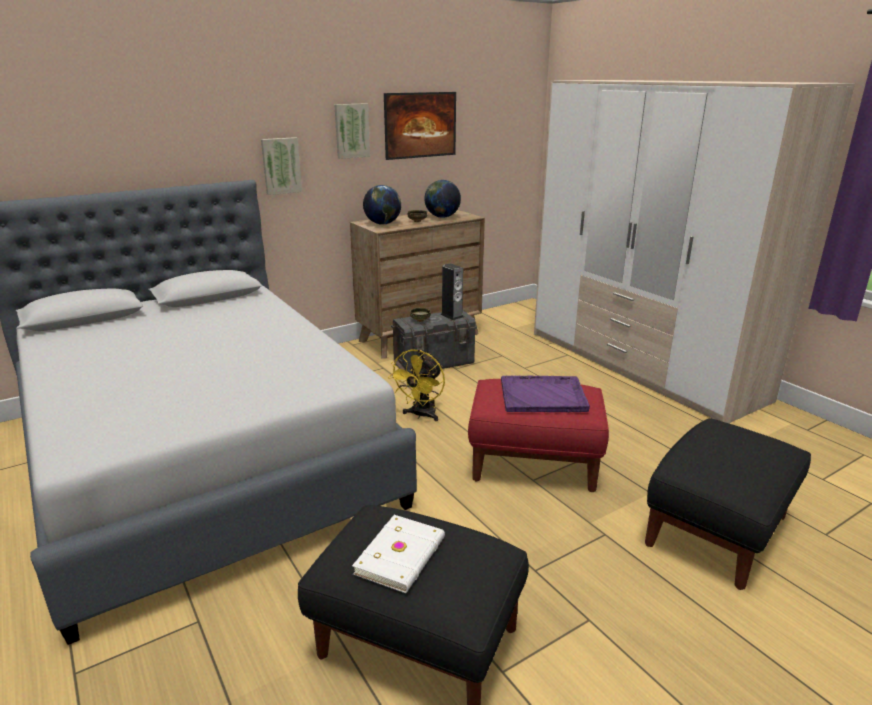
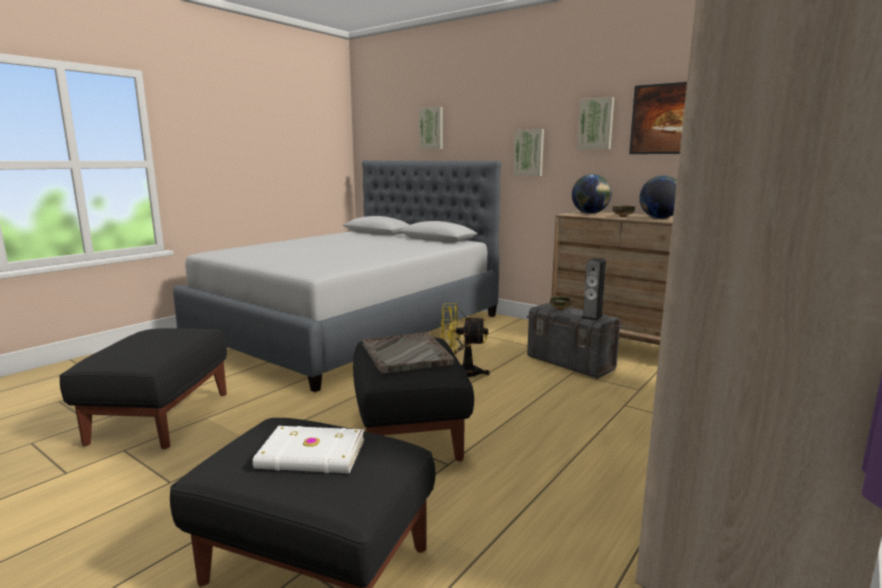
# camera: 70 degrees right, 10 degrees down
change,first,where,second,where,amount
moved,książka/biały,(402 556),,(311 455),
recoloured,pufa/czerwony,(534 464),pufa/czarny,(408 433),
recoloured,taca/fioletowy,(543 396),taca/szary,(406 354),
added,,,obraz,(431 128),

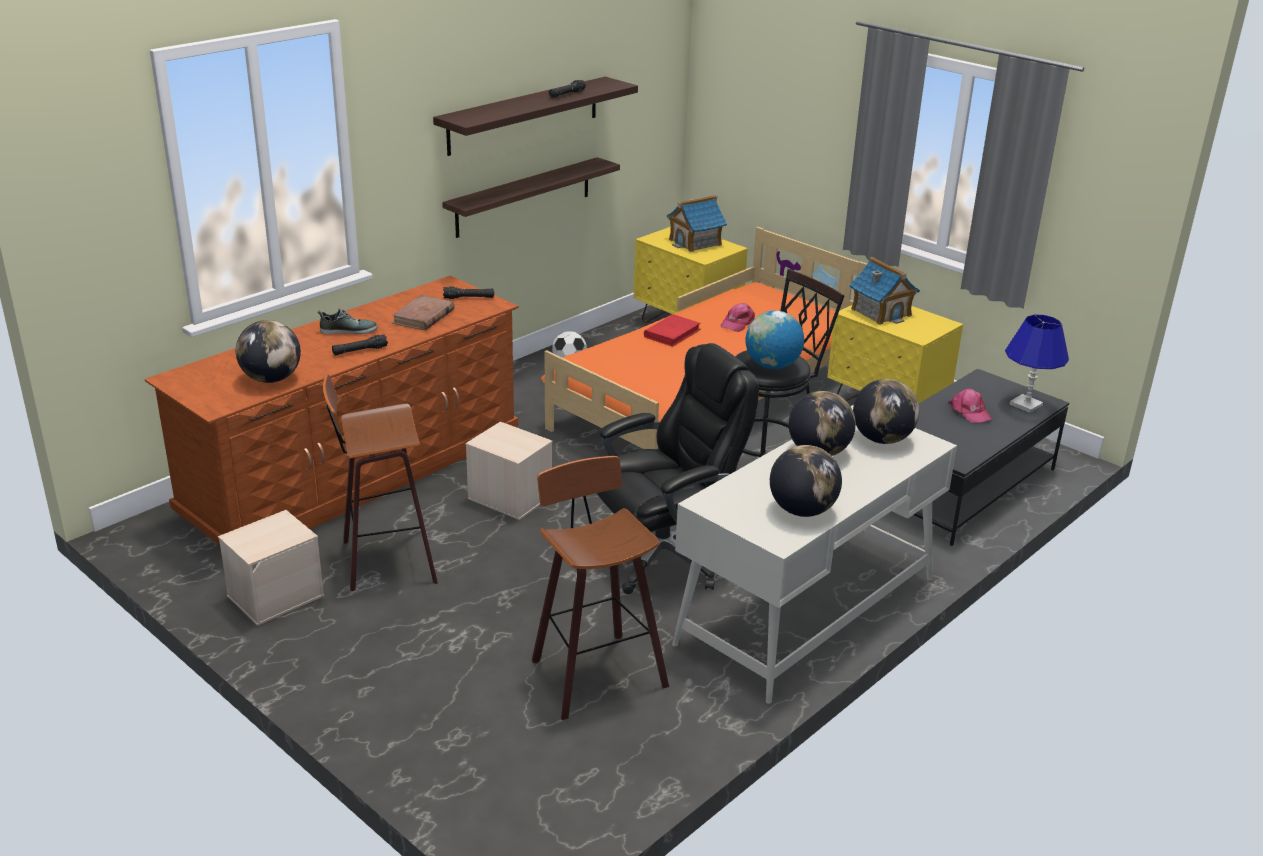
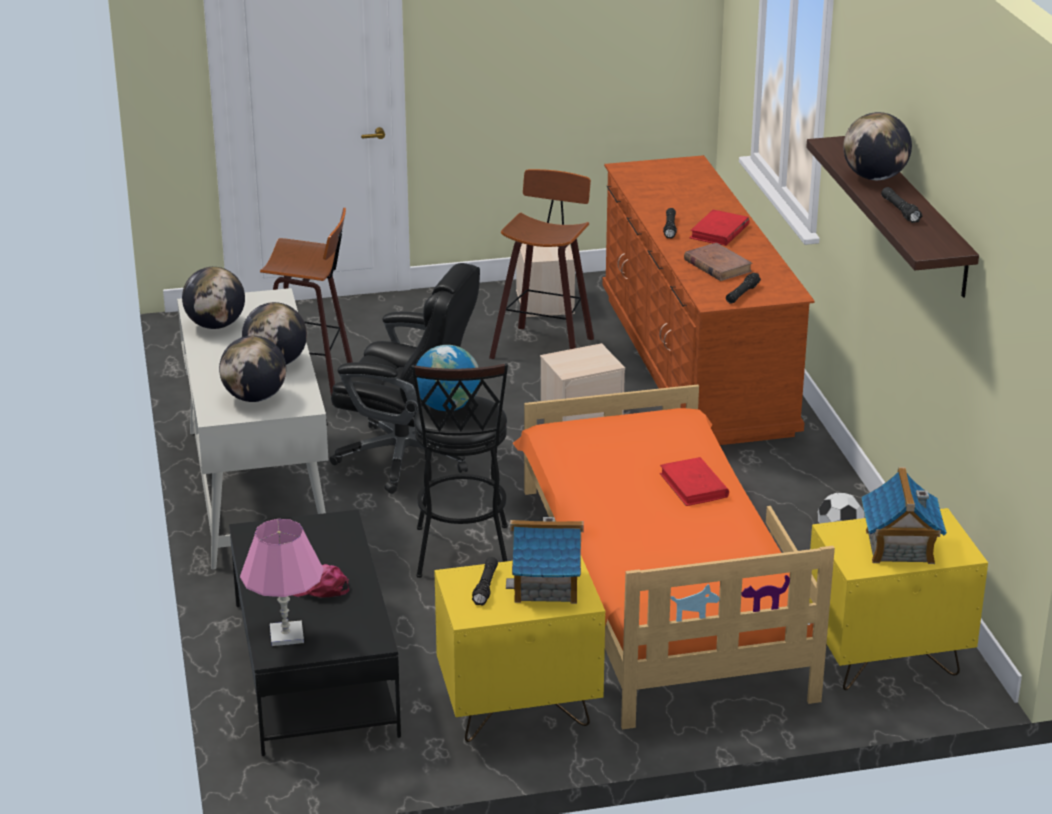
# camera: 125 degrees right, 0 degrees up
change,first,where,second,where,amount
recoloured,lampa stołowa/niebieski,(1026 405),lampa stołowa/różowy,(286 635),
turned,krzesło biurowe/czarny,(665 556),,(407 458),75 degrees counterclockwise
added,,,latarka/czarny,(485 586),
replaced,but,(348 330),książka/czerwony,(719 232),
moved,globus,(271 379),,(874 177),
removed,półka,(524 197),,,
removed,czapka z daszkiem/różowy,(737 323),,,

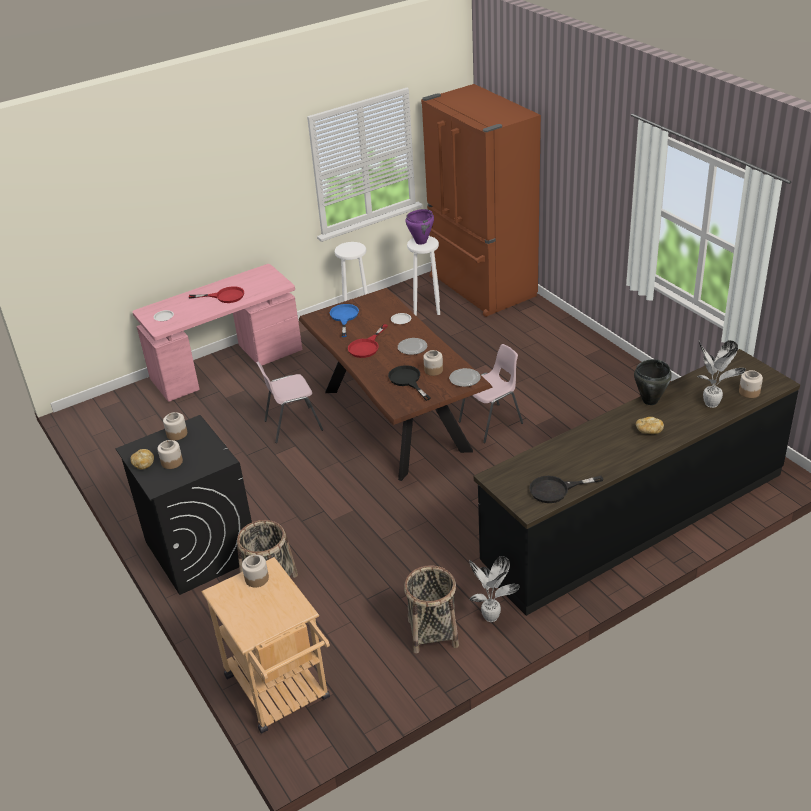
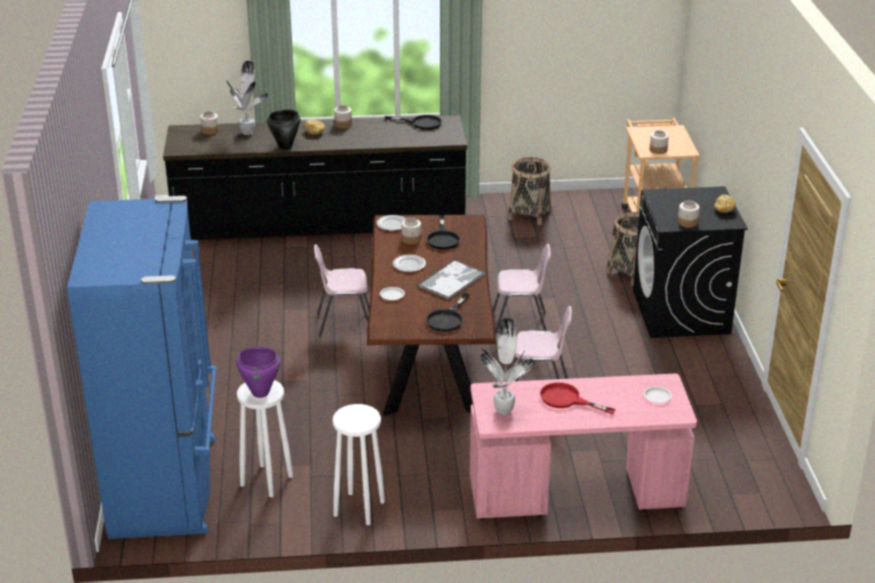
# camera: 155 degrees left, 5 degrees down
change,first,where,second,where,amount
recoloured,lodówka/brązowy,(480 287),lodówka/niebieski,(167 486),
moved,słoik,(172 462),,(343 124),
replaced,patelnia/czerwony,(366 346),taca,(451 280),
recoloured,patelnia/niebieski,(344 317),patelnia/czarny,(447 318),
moved,roślina doniczkowa,(491 618),,(504 409),
added,,,krzesło/różowy,(520 325),

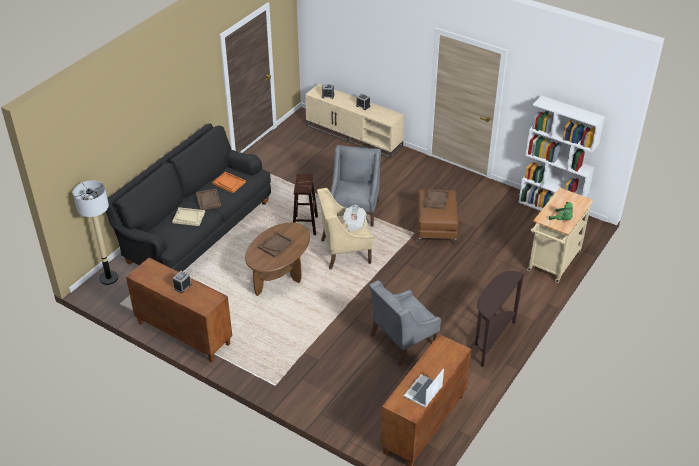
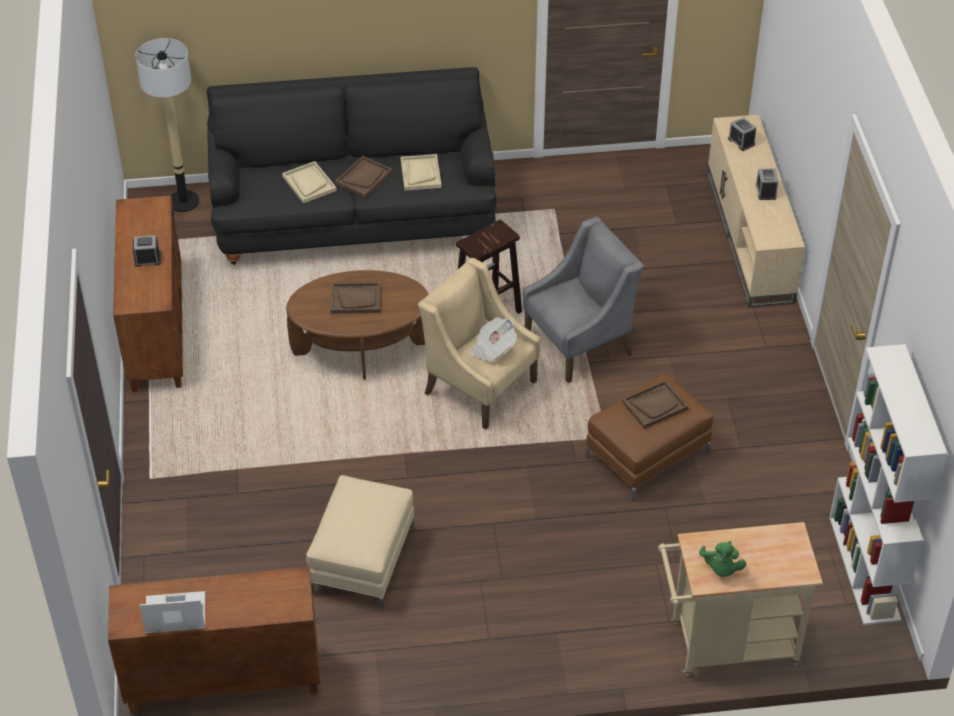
# camera: 50 degrees right, 5 degrees up
change,first,where,second,where,amount
replaced,fotel/szary,(402 341),pufa/beżowy,(362 559),
recoloured,taca/pomarańczowy,(229 183),taca/beżowy,(420 173),
removed,stolik konsolowy/brązowy,(490 340),,,

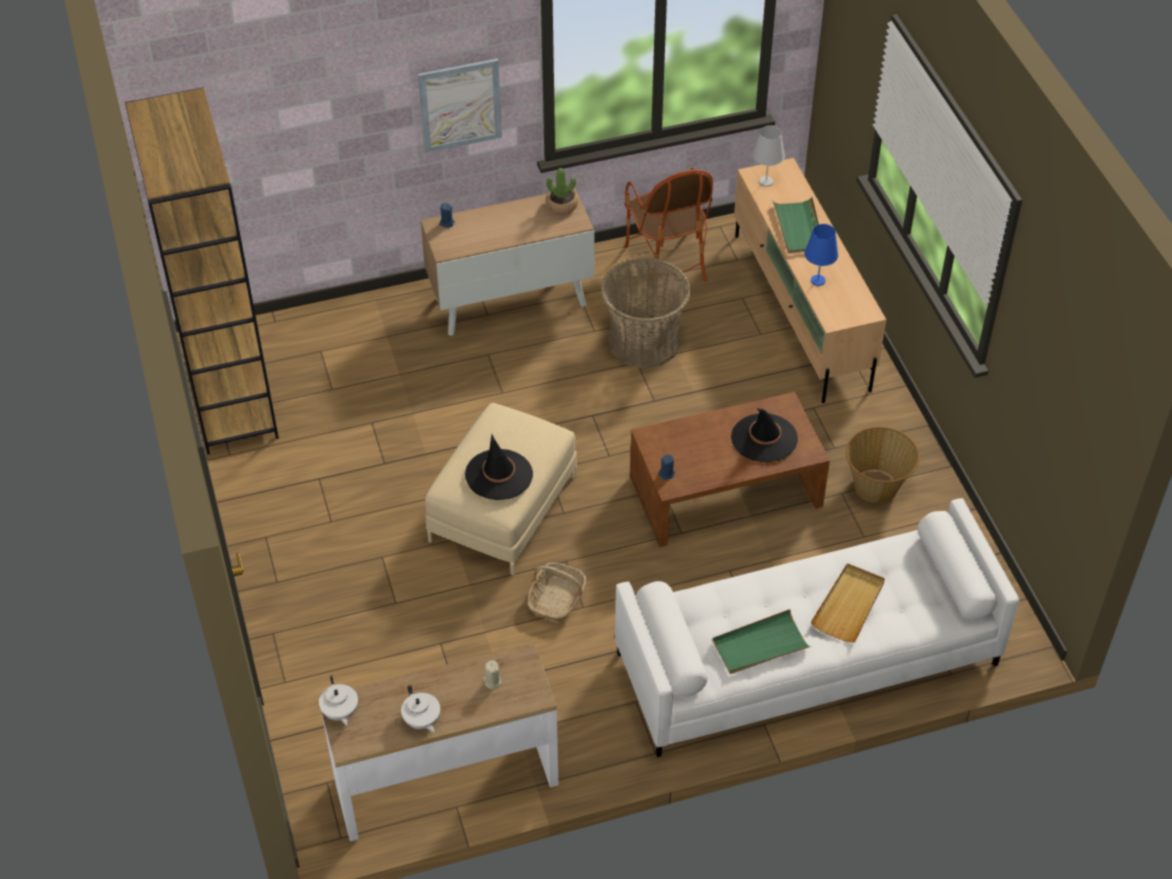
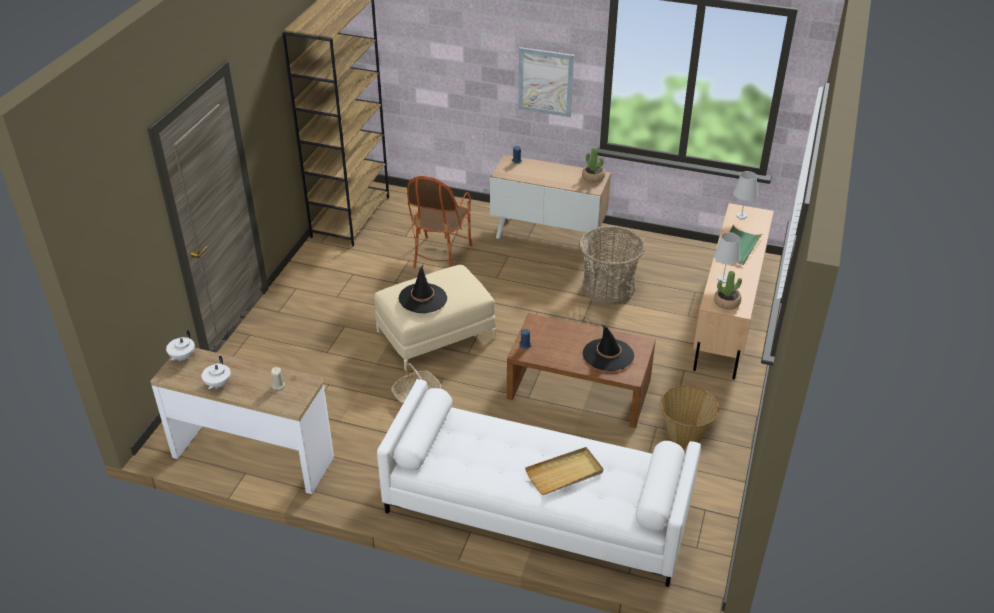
# camera: 35 degrees right, 10 degrees down
change,first,where,second,where,amount
moved,fotel,(667 261),,(440 255),
recoloured,lampa stołowa/niebieski,(818 280),lampa stołowa/biały,(723 279),
added,,,roślina doniczkowa,(727 302),
removed,taca/zielony,(760 645),,,

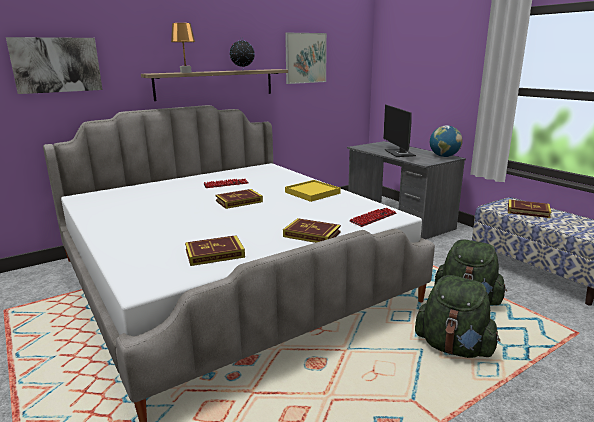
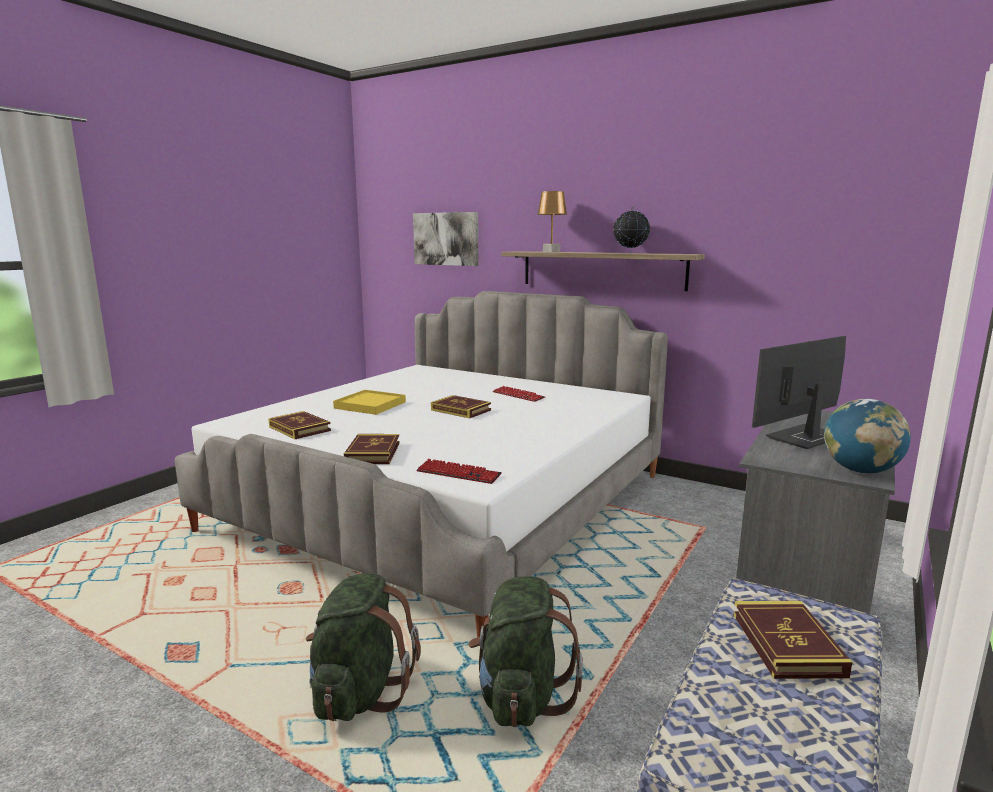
# camera: 65 degrees right, 5 degrees down
change,first,where,second,where,amount
moved,taca/żółty,(312 193),,(370 405),
removed,obraz,(305 58),,,

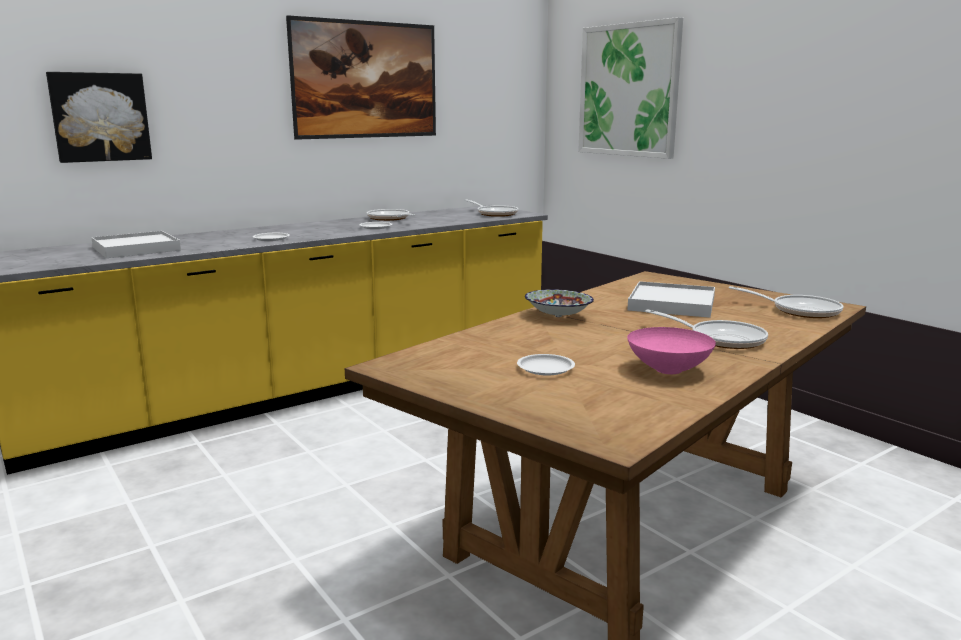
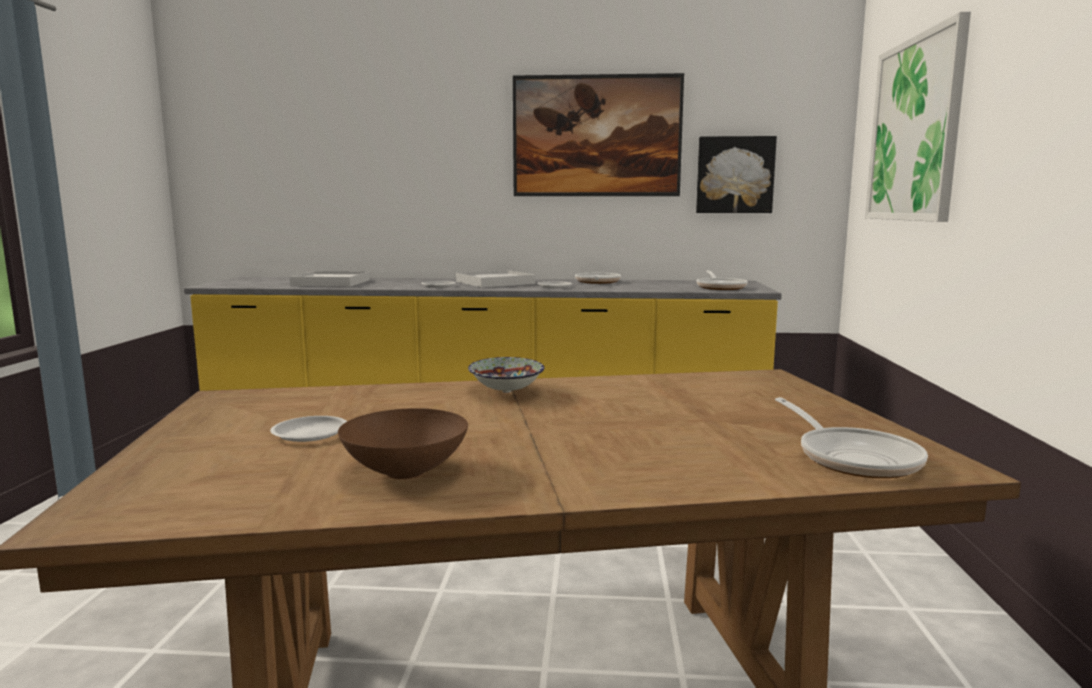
# camera: 40 degrees right, 5 degrees down
change,first,where,second,where,amount
recoloured,miska/różowy,(668 370),miska/brązowy,(404 472),
moved,taca/biały,(672 304),,(495 283),
moved,obraz,(100 117),,(734 175),
removed,patelnia,(721 339),,,

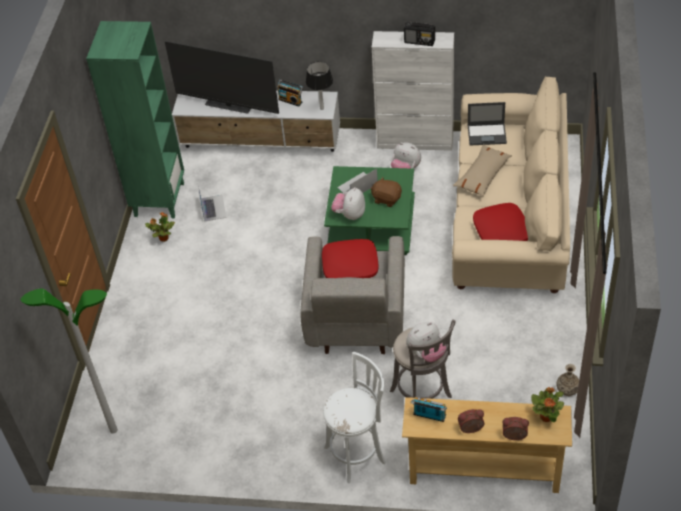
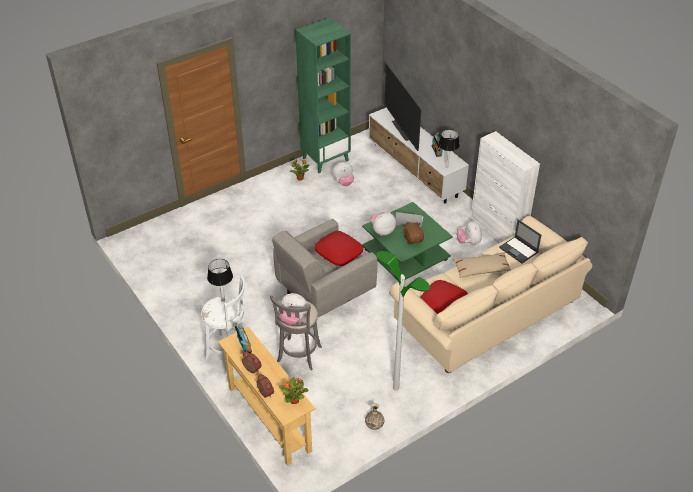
# camera: 45 degrees right, 5 degrees down
change,first,where,second,where,amount
added,,,lampa stołowa,(223 299),
replaced,laptop,(213 208),pluszak,(343 183),
moved,lampa stojąca,(113 430),,(395 388),
removed,radio,(420 41),,,

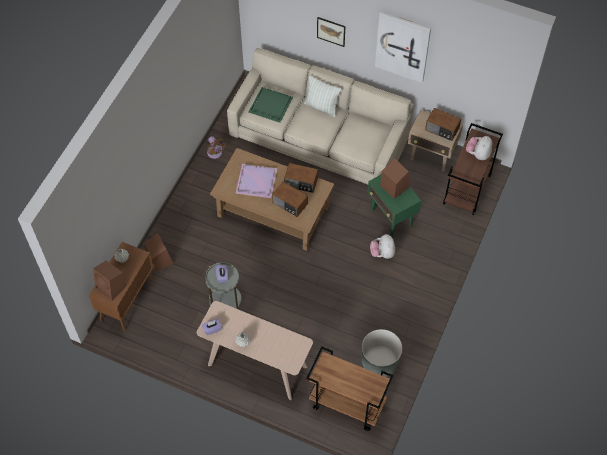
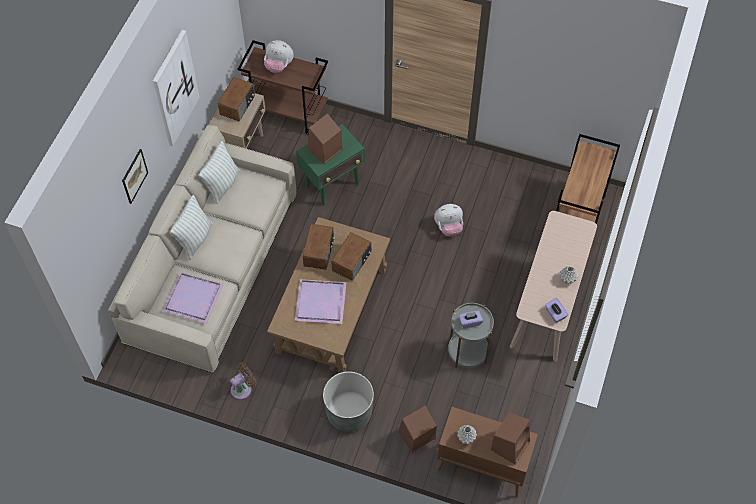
# camera: 95 degrees left, 0 degrees up
change,first,where,second,where,amount
recoloured,taca/zielony,(270 105),taca/fioletowy,(194 299),
added,,,poduszka,(222 184),
moved,donica/szary,(379 362),,(349 412),
moved,pluszak,(382 253),,(448 227),

